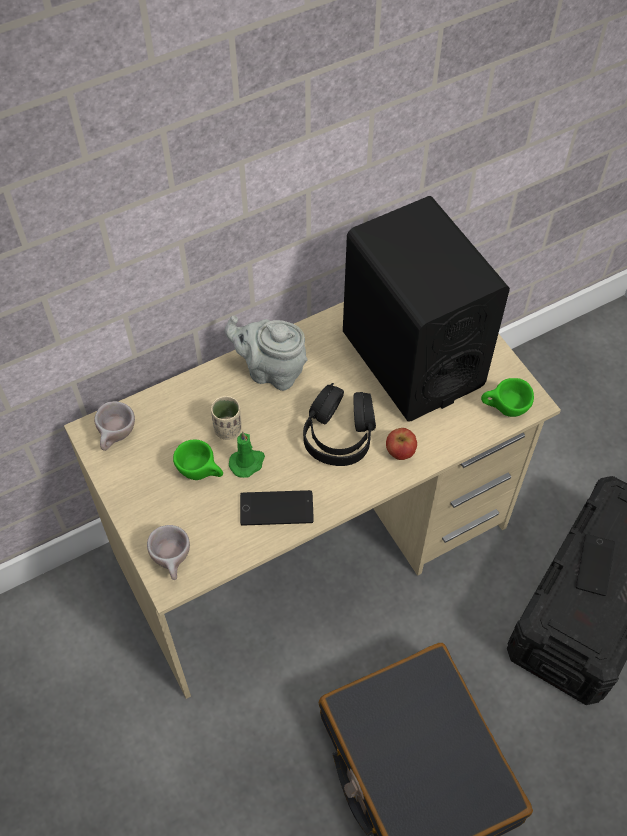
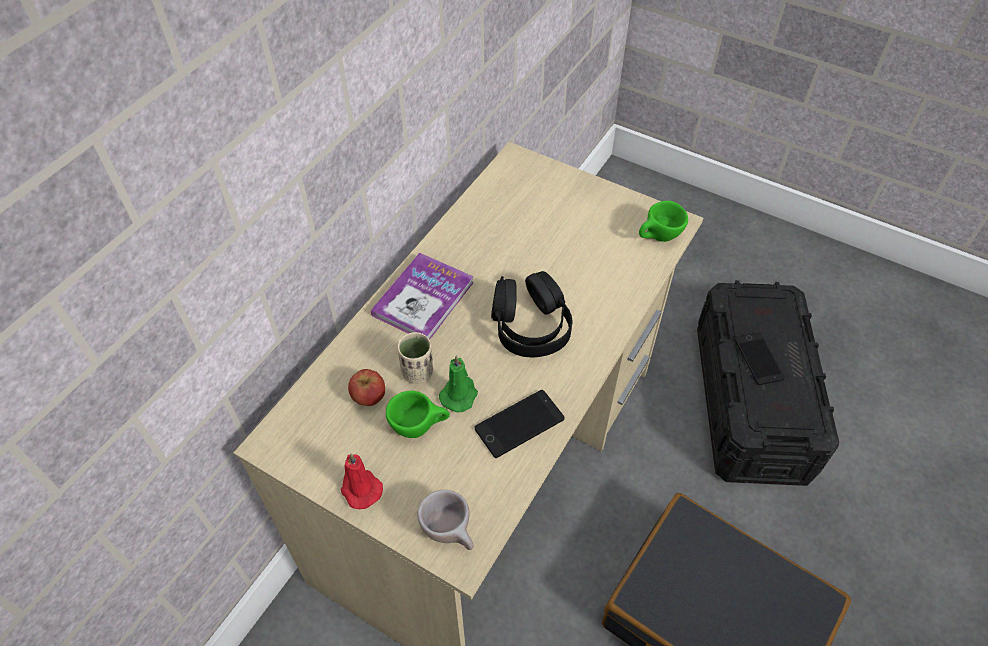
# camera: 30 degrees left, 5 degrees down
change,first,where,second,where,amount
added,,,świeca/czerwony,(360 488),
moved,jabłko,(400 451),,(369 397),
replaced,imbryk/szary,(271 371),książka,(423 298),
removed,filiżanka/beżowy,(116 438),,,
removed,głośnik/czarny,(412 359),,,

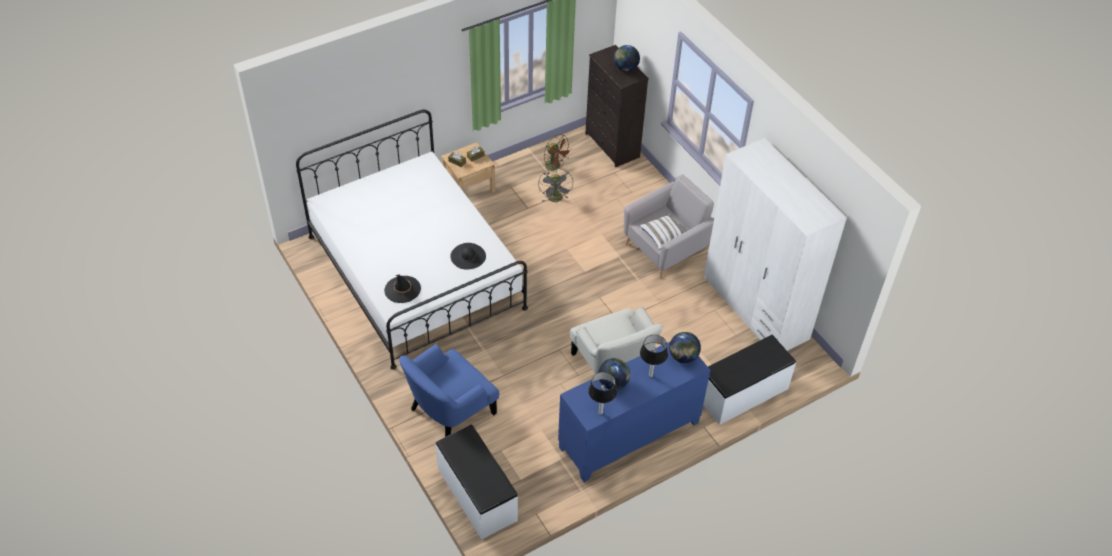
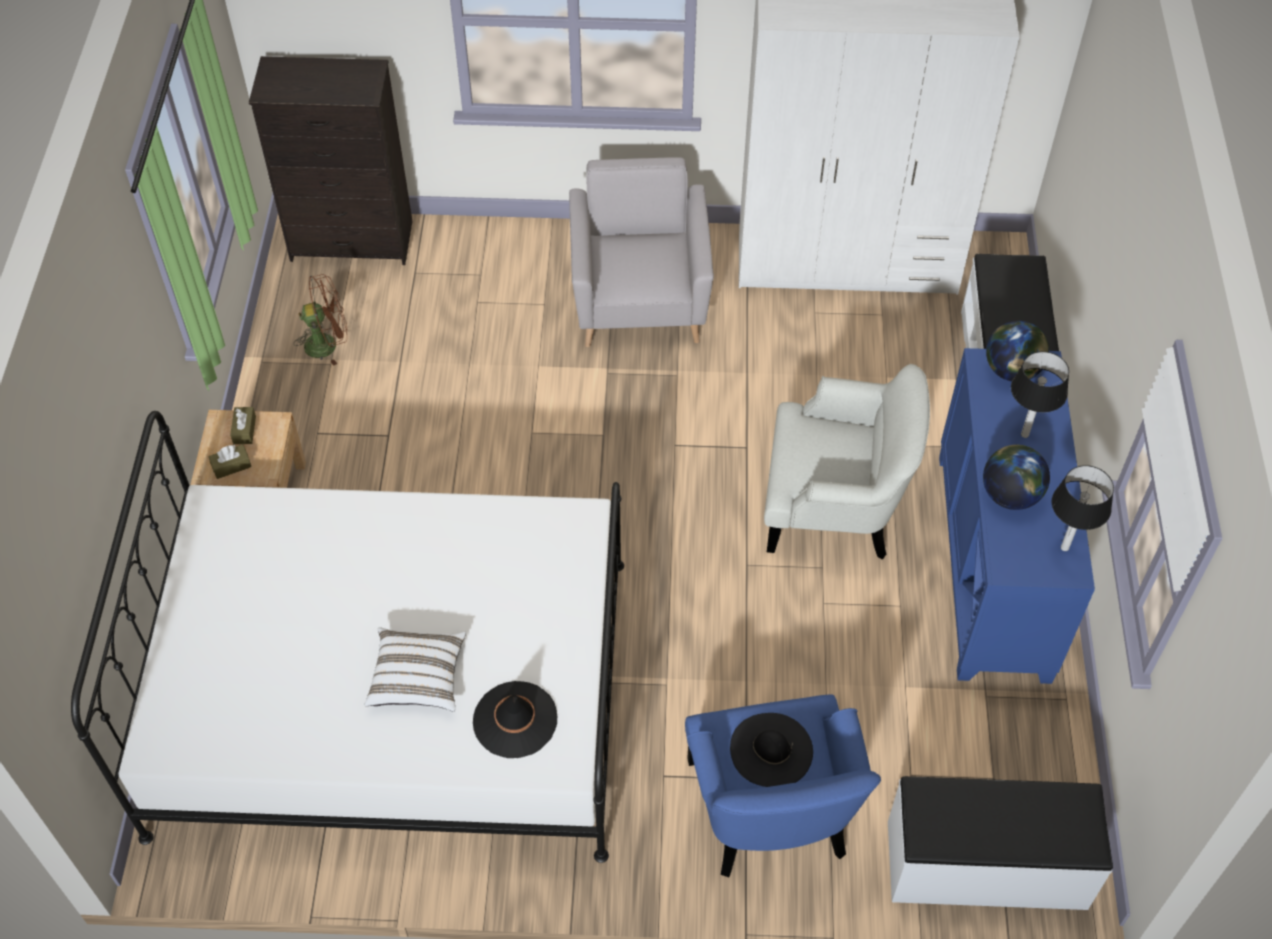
# camera: 55 degrees left, 5 degrees up
change,first,where,second,where,amount
moved,poduszka/biały,(663 236),,(417 677),
moved,kapelusz/czarny,(468 256),,(771 750),
removed,wentylator/szary,(555 199),,,
removed,globus,(625 68),,,

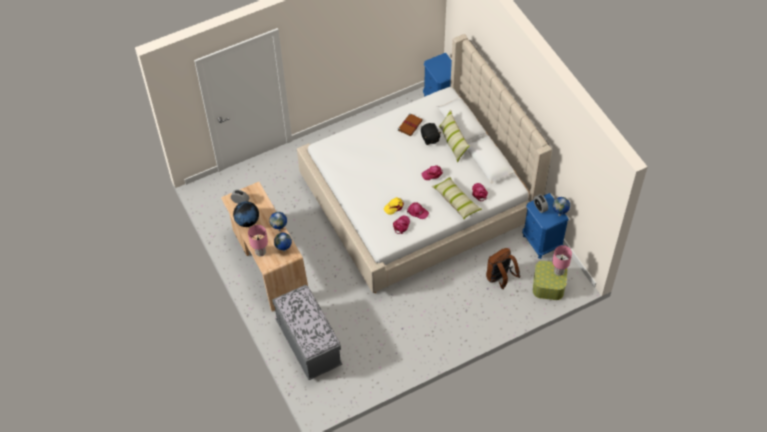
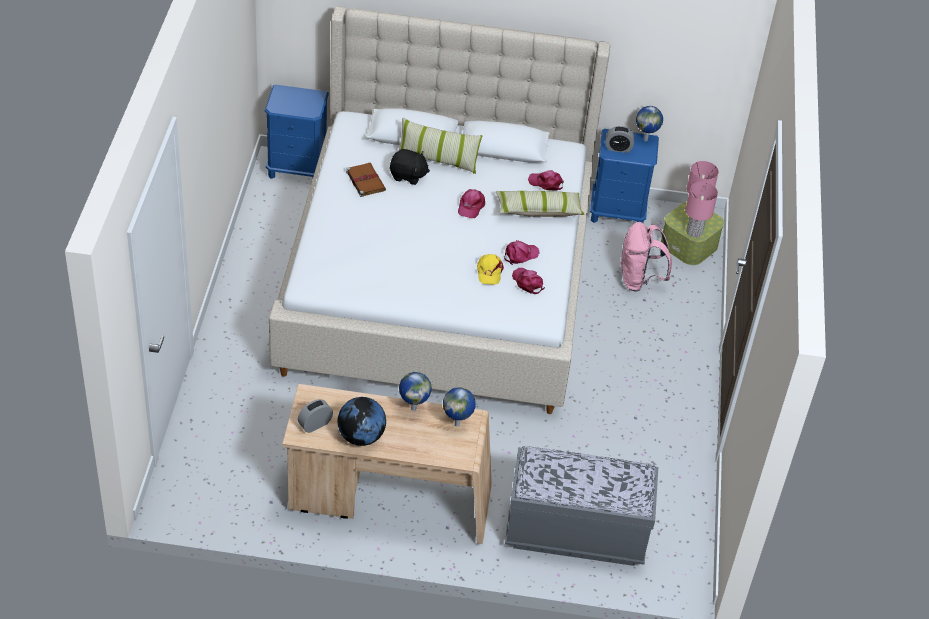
# camera: 60 degrees left, 10 degrees down
change,first,where,second,where,amount
recoloured,plecak/brązowy,(500 278),plecak/różowy,(639 280),
moved,lampa stołowa/różowy,(260 252),,(694 232),

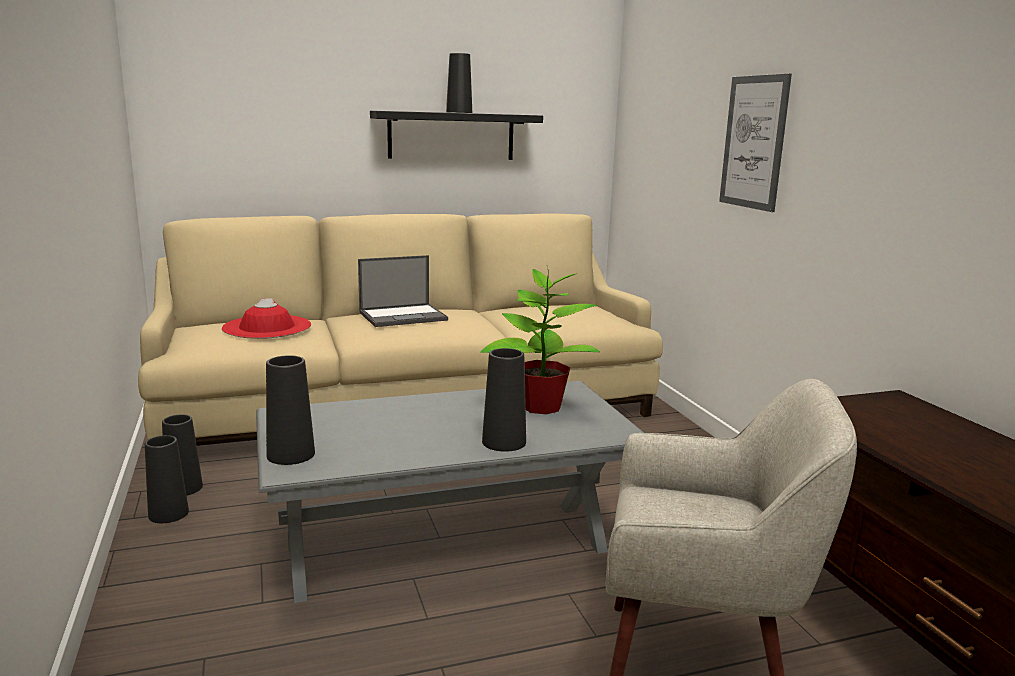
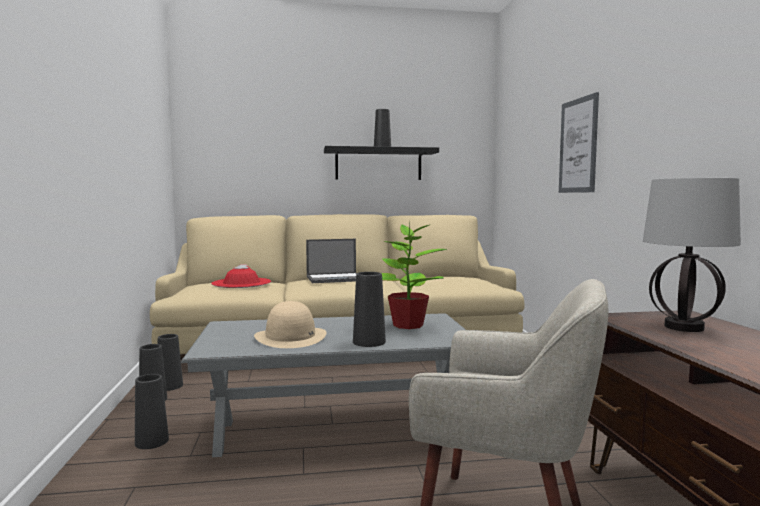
# camera: 10 degrees right, 10 degrees down
change,first,where,second,where,amount
moved,wazon/czarny,(291 454),,(152 441),
added,,,kapelusz/beżowy,(290 337),
added,,,lampa stołowa,(684 327),

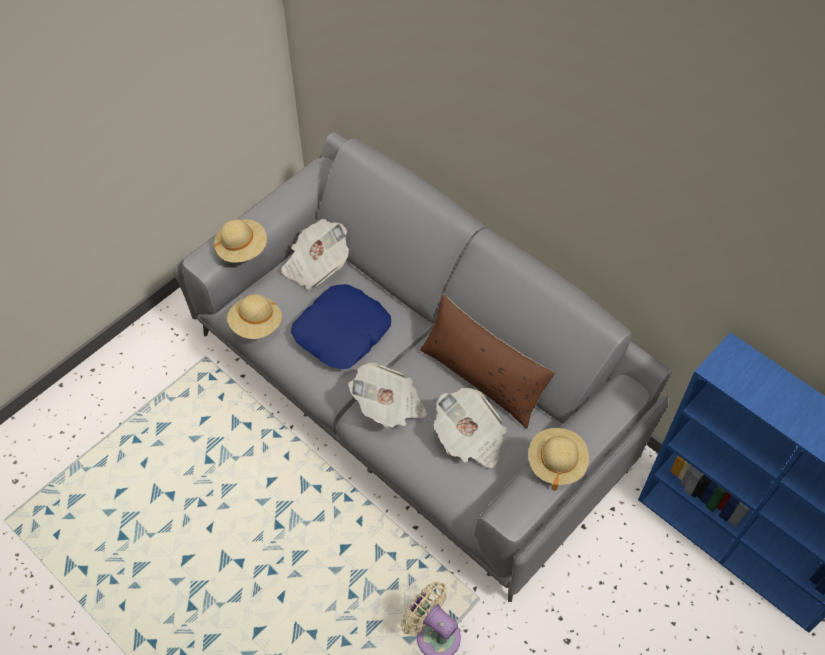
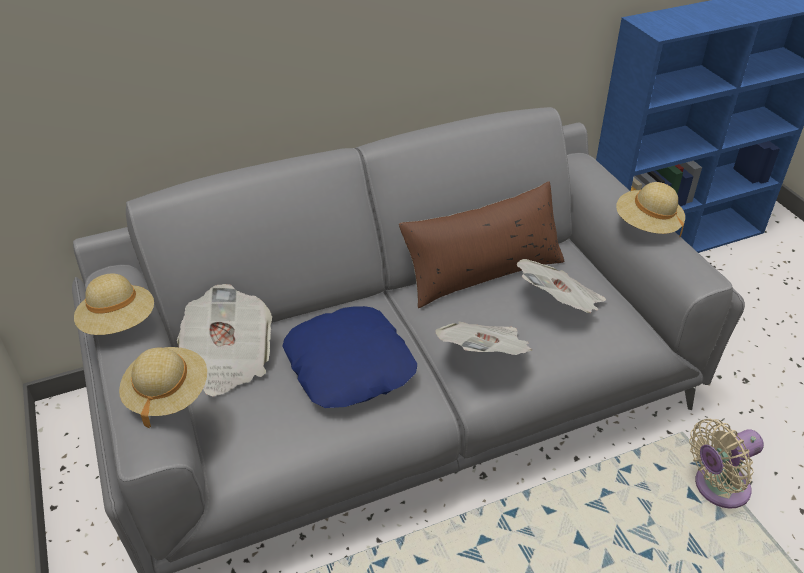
# camera: 65 degrees left, 15 degrees down
change,first,where,second,where,amount
moved,kapelusz/beżowy,(256 325),,(119 323),

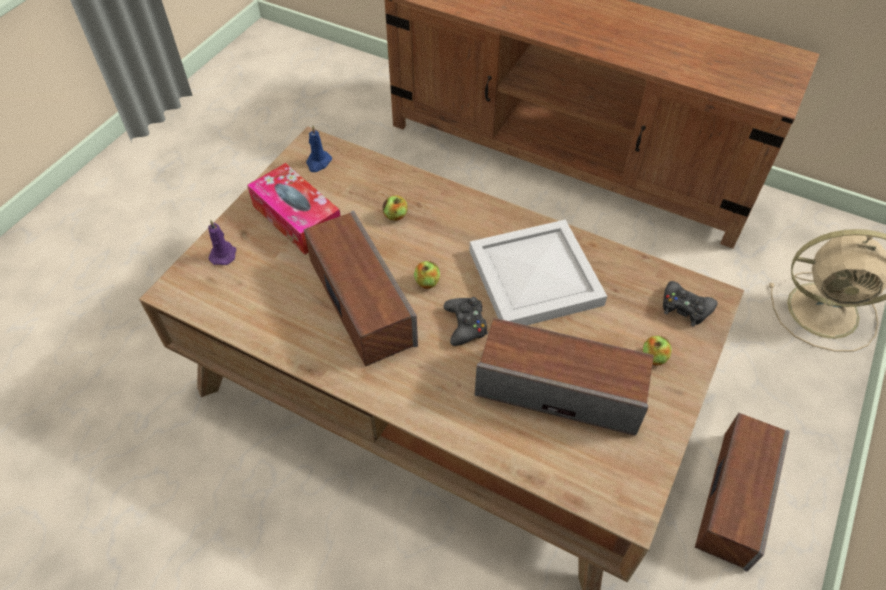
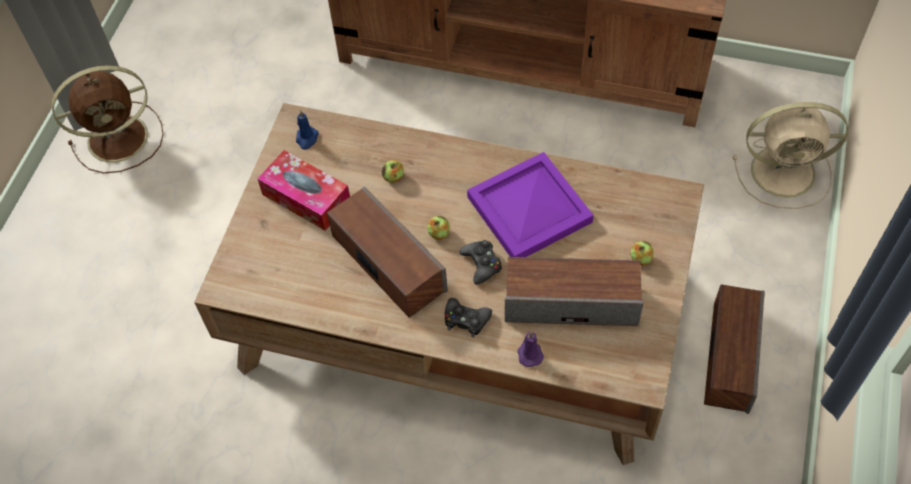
# camera: 10 degrees left, 5 degrees up
change,first,where,second,where,amount
added,,,wentylator/brązowy,(120 137),
moved,pad do gier/czarny,(685 308),,(466 320),
recoloured,taca/biały,(536 276),taca/fioletowy,(529 208),
moved,świeca/fioletowy,(223 254),,(529 353),

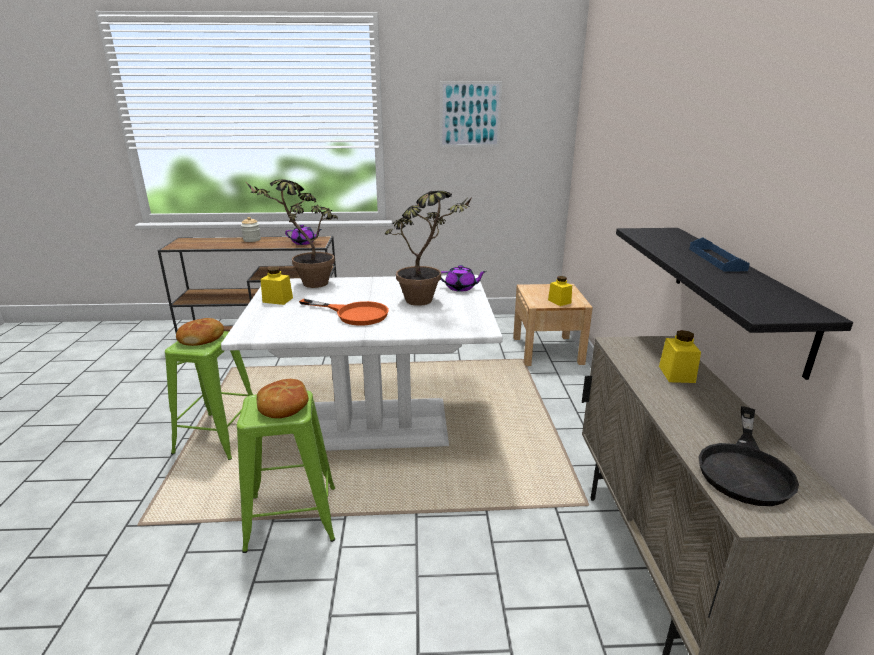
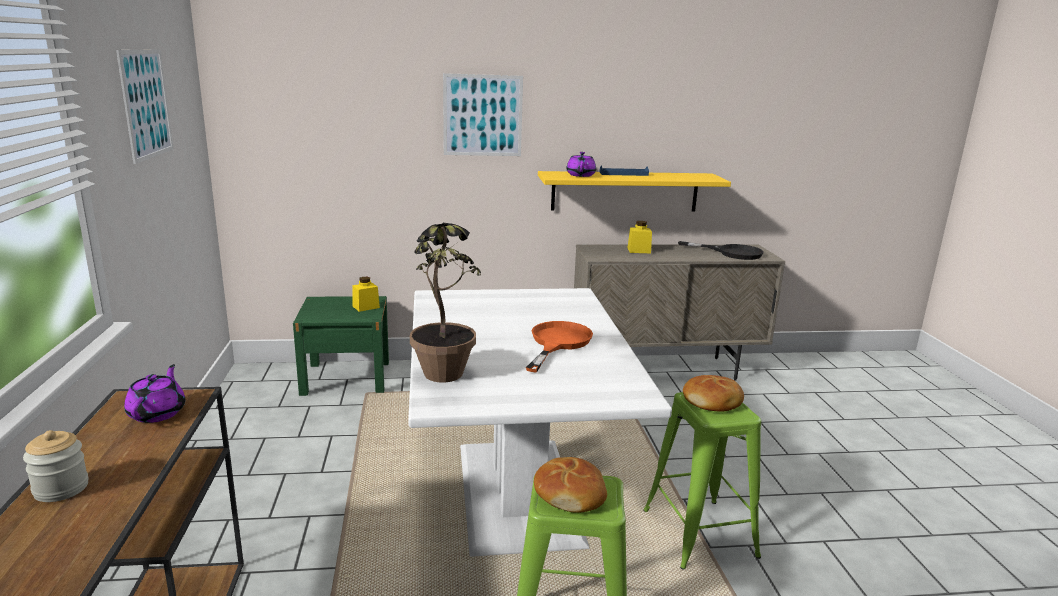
# camera: 95 degrees left, 5 degrees down
change,first,where,second,where,amount
recoloured,szafka nocna/beżowy,(547 350),szafka nocna/zielony,(346 378),
added,,,obraz,(482 115),
recoloured,półka/czarny,(737 292),półka/żółty,(625 191),
moved,imbryk/fioletowy,(461 288),,(581 175),
removed,słoik/żółty,(277 300),,,
removed,roślina doniczkowa,(427 303),,,

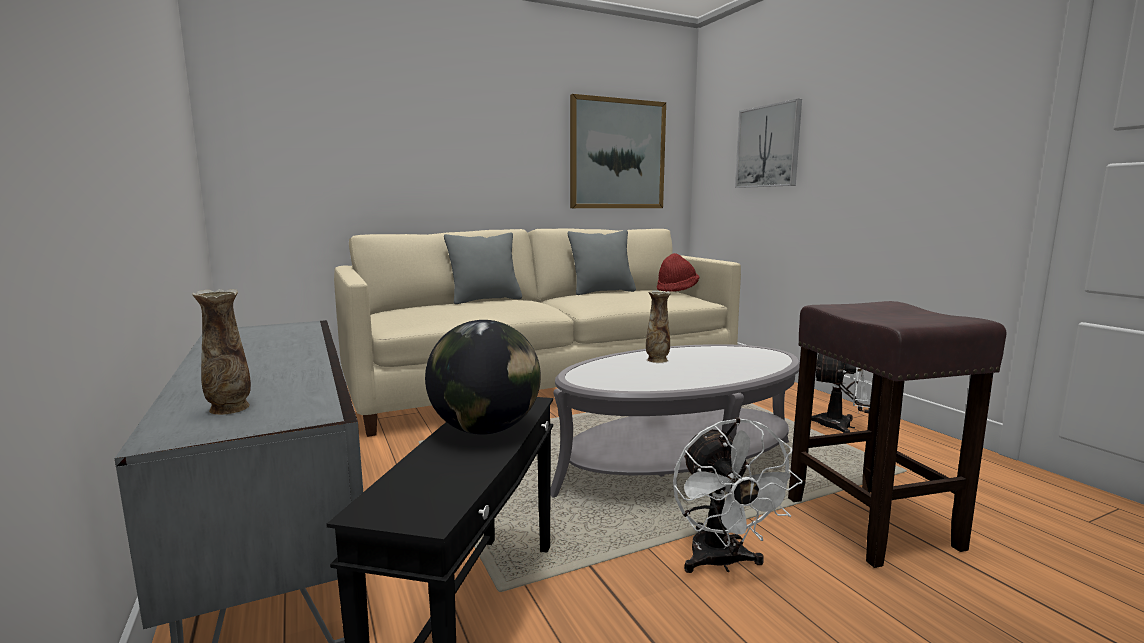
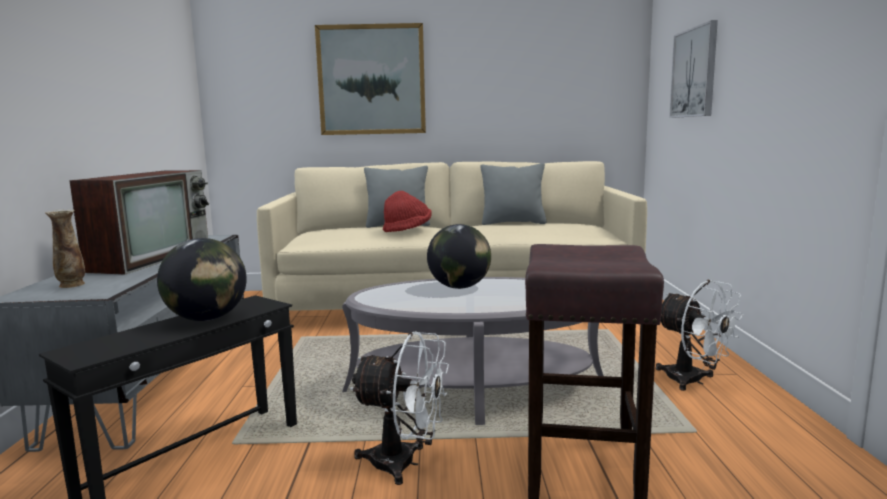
# camera: 25 degrees right, 0 degrees up
change,first,where,second,where,amount
added,,,telewizor,(152 258),
moved,obraz,(617 154),,(371 80),
turned,wentylator/biały,(721 563),,(404 463),90 degrees counterclockwise
moved,kapelusz/czerwony,(677 289),,(407 230),
replaced,wazon,(657 360),globus,(459 287),

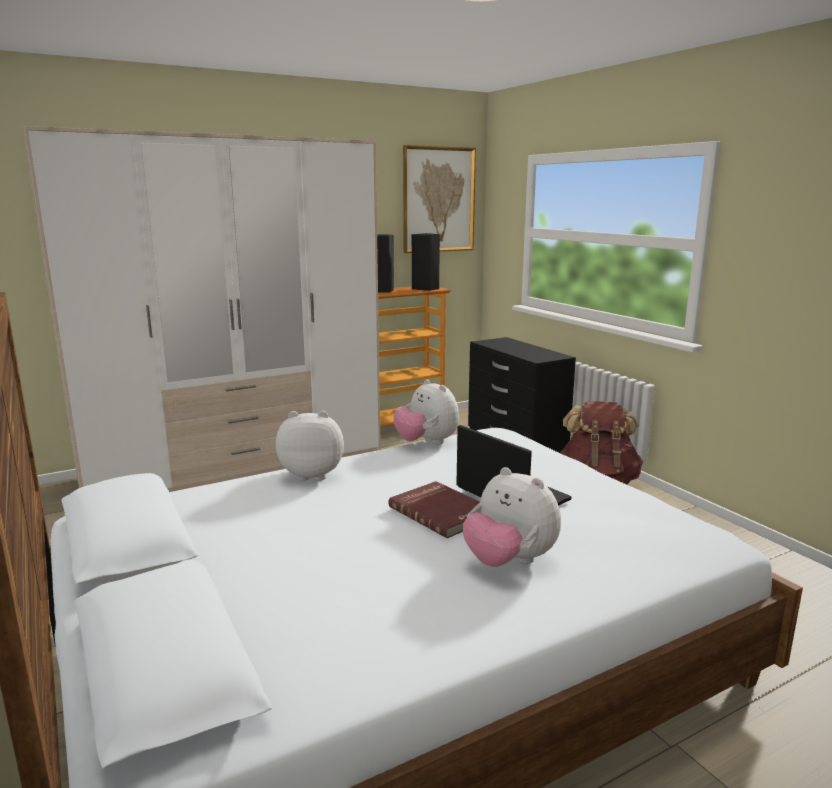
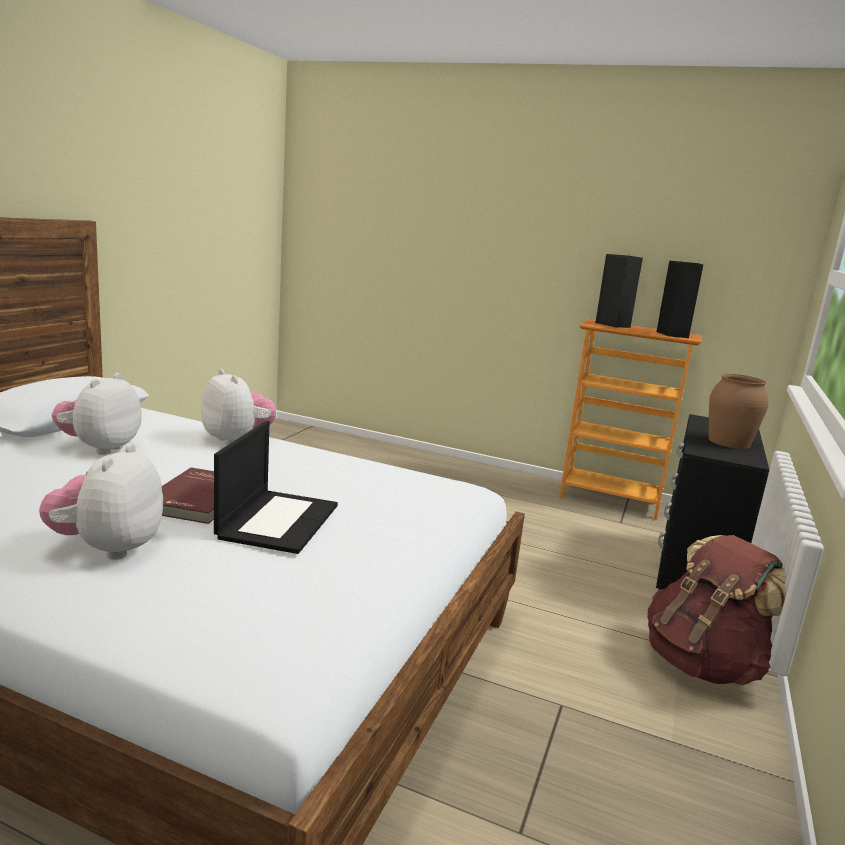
# camera: 50 degrees right, 0 degrees up
change,first,where,second,where,amount
moved,pluszak,(426 443),,(100 448),
added,,,wazon/brązowy,(729 442),
removed,szafa,(236 467),,,
removed,obraz,(438 200),,,

